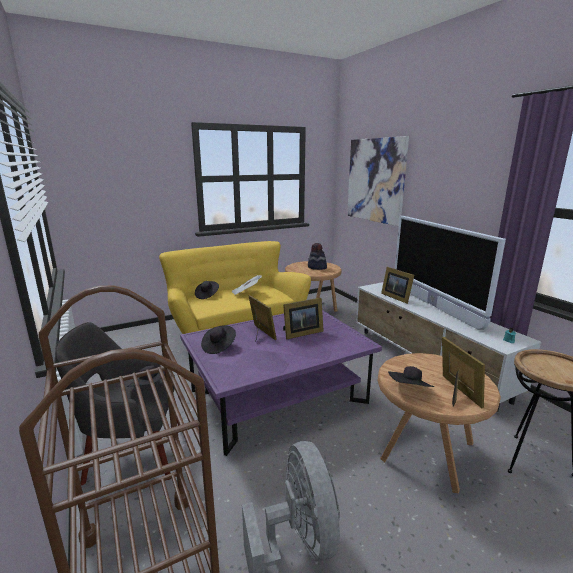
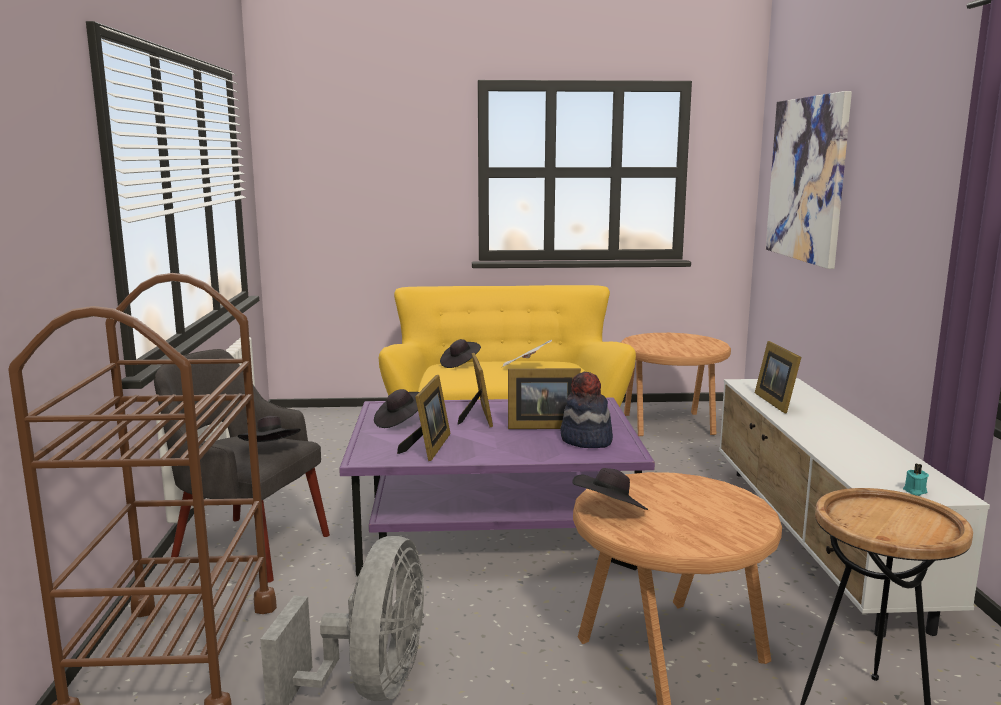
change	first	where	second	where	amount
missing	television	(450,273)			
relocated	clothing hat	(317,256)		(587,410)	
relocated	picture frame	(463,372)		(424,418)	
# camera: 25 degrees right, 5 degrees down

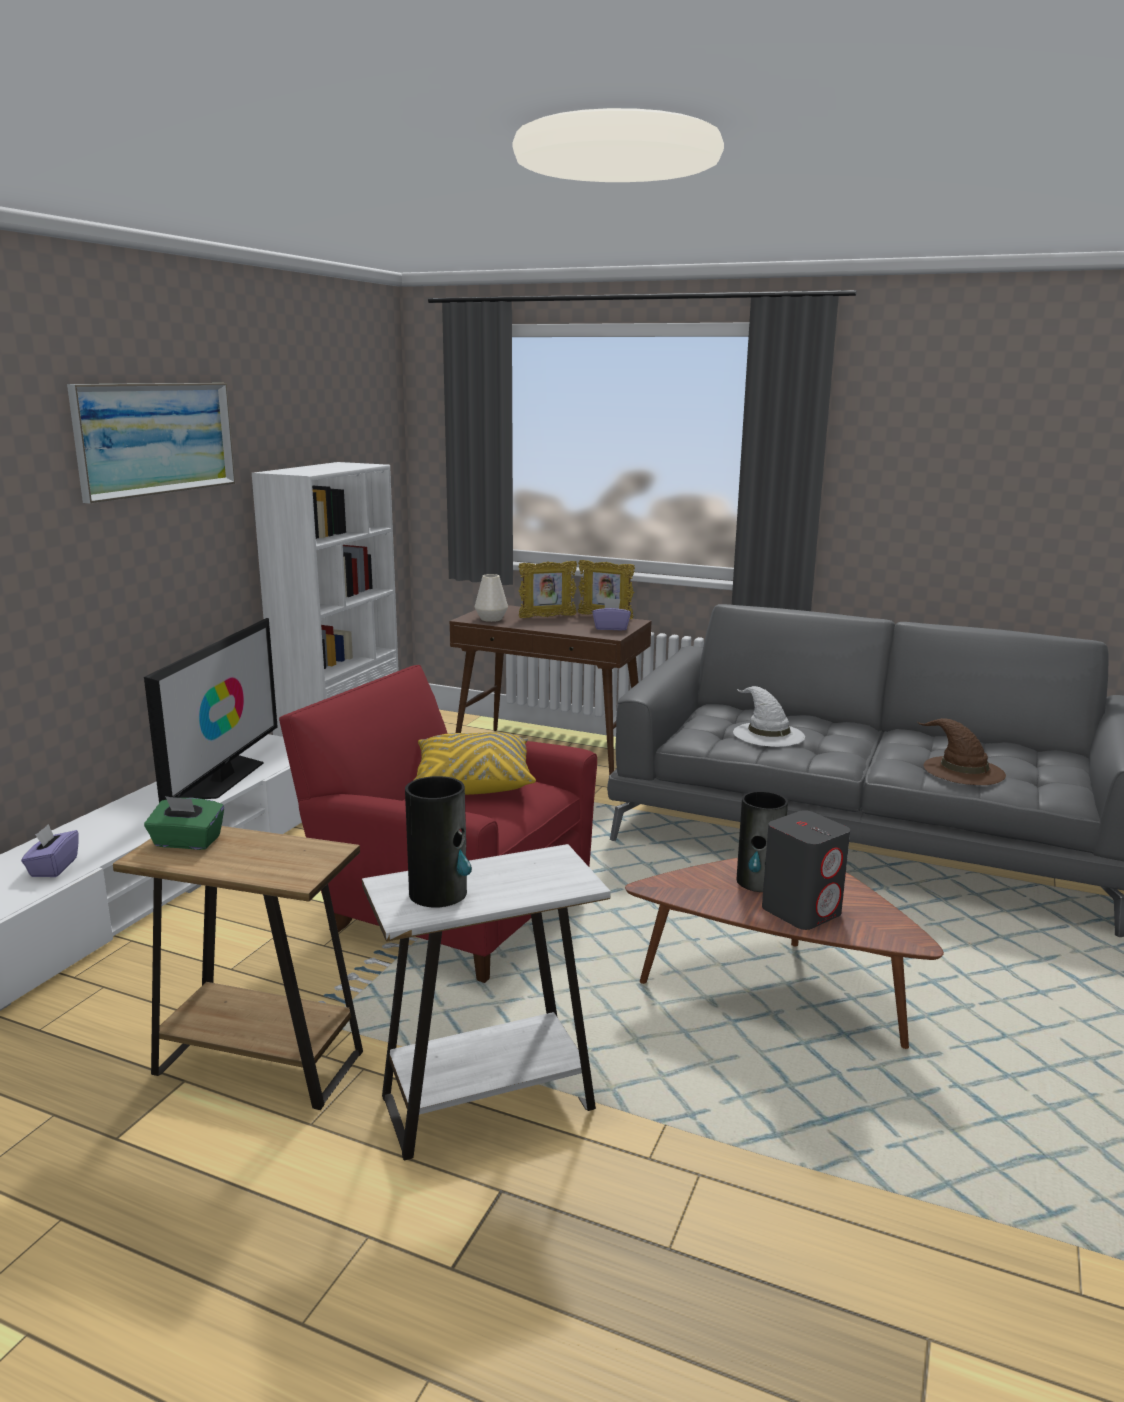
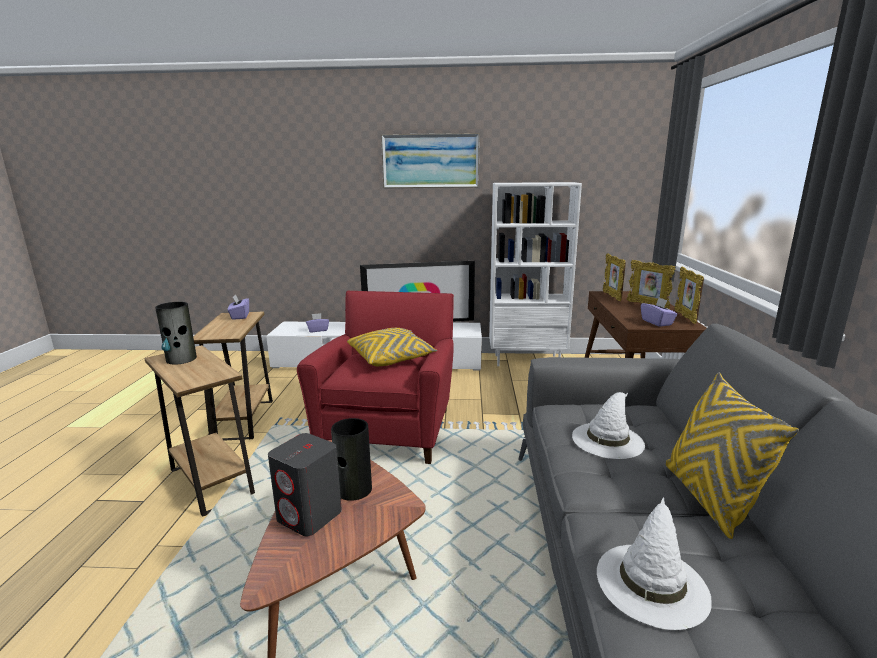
change	first	where	second	where	amount
exchanged	decorative vase in whitish	(491,598)	picture frame	(614,277)	
colour	clothing hat in brownish	(961,751)	clothing hat in whitish	(654,563)	
colour	tissue box in green-coloured	(184,823)	tissue box in purplish	(238,307)	
colour	side table in whitish	(486,1002)	side table in brownish	(199,431)	
appeared			throw pillow in yellow-coloured	(732,456)	
# camera: 70 degrees right, 0 degrees up

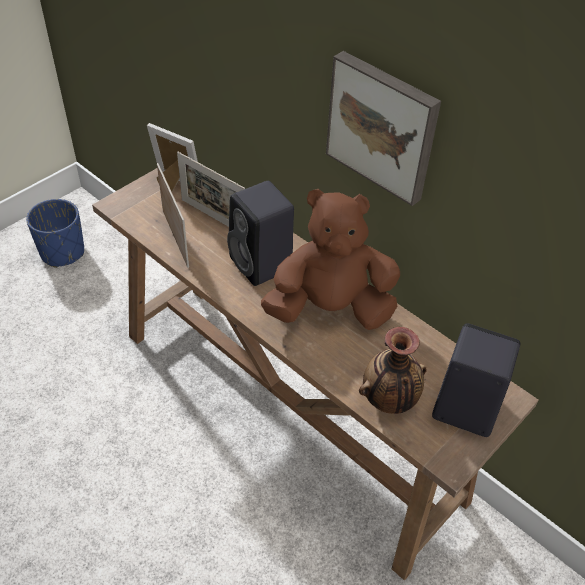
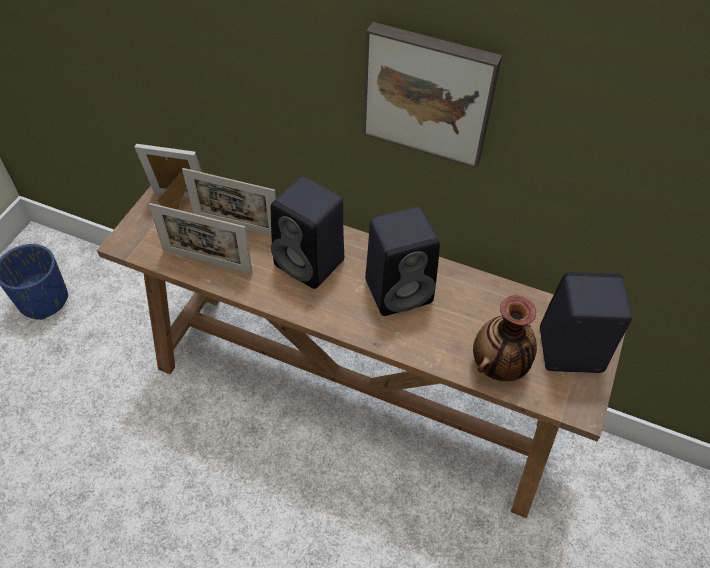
change	first	where	second	where	amount
spun	picture frame	(173,215)		(201,238)	150 degrees clockwise
exchanged	plush toy in brownish	(330,259)	speaker in blackish	(402,261)	
# camera: 20 degrees left, 5 degrees up

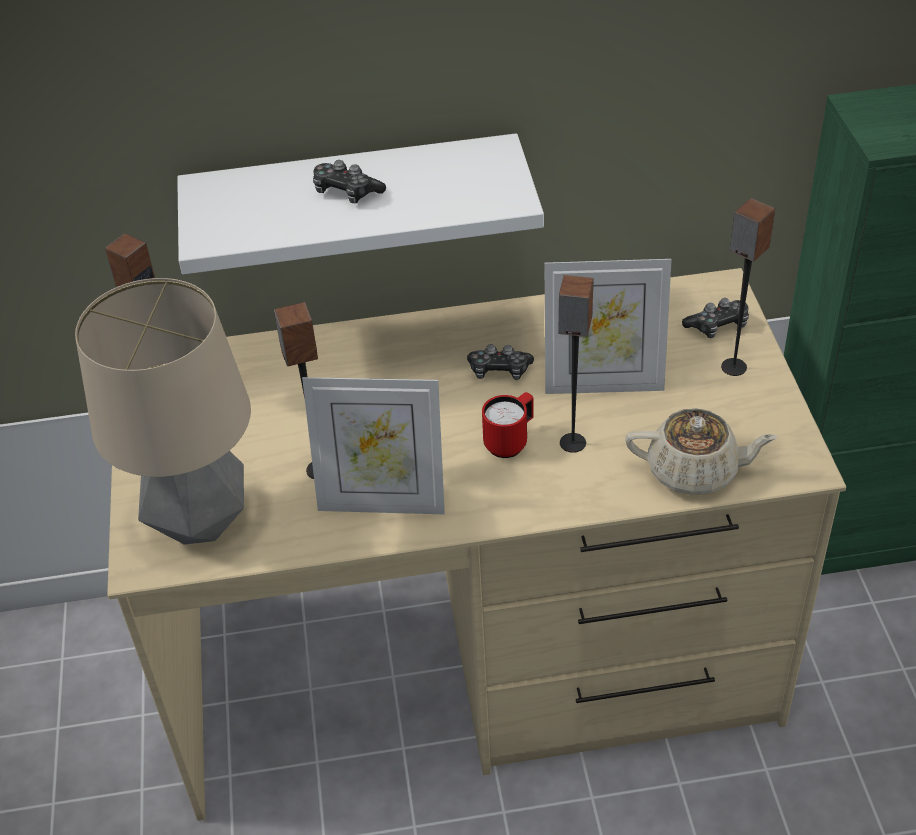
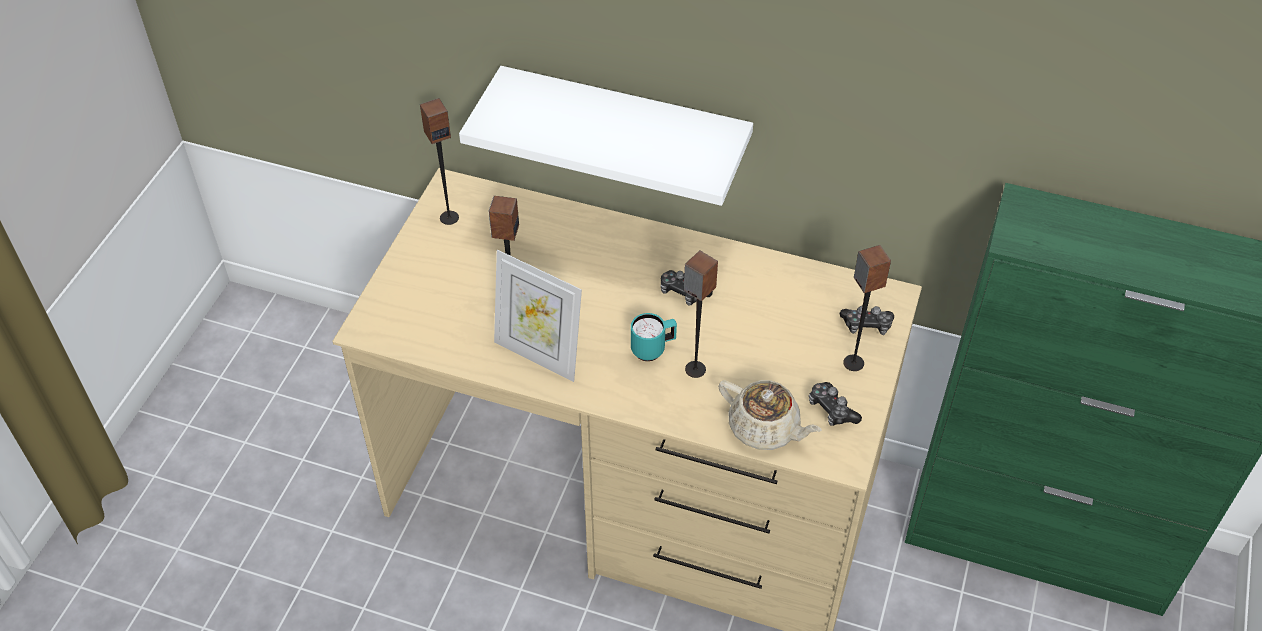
change	first	where	second	where	amount
relocated	game controller	(349,181)		(835,404)	
missing	picture frame	(608,326)			
missing	tabletop lamp	(163,411)			
colour	coffee mug in reddish	(508,425)	coffee mug in blue-green	(654,337)	
# camera: 25 degrees right, 5 degrees up

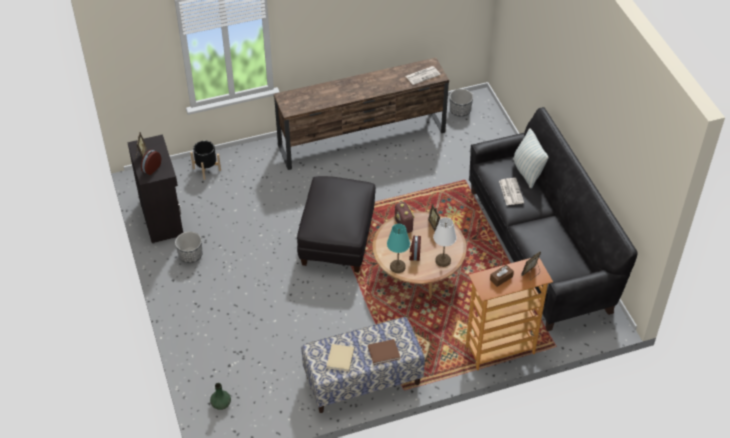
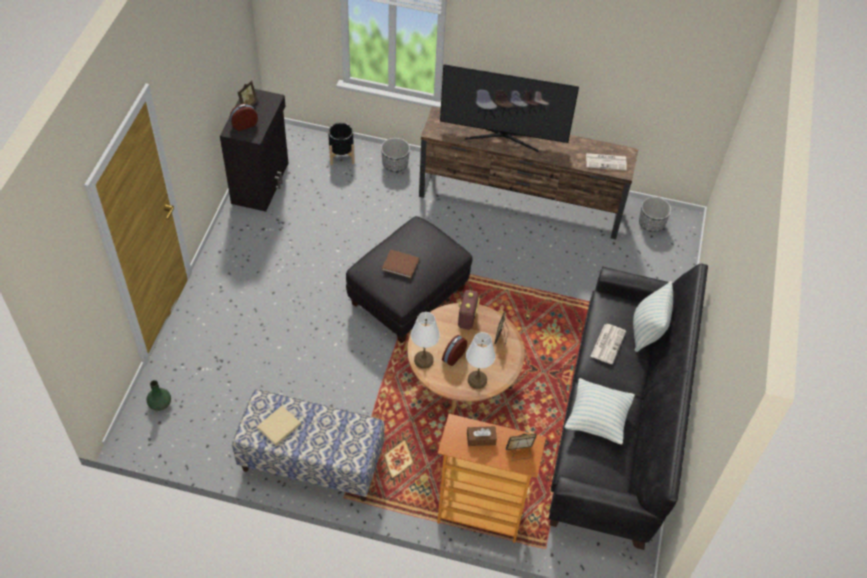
change	first	where	second	where	amount
colour	tabletop lamp in blue-green	(398,248)	tabletop lamp in whitish	(425,340)	
relocated	plant pot	(188,247)		(395,155)	
relocated	book in brownish	(384,352)		(400,263)	
appeared			television	(509,108)	
appeared			throw pillow	(600,411)	
# camera: 30 degrees right, 5 degrees up

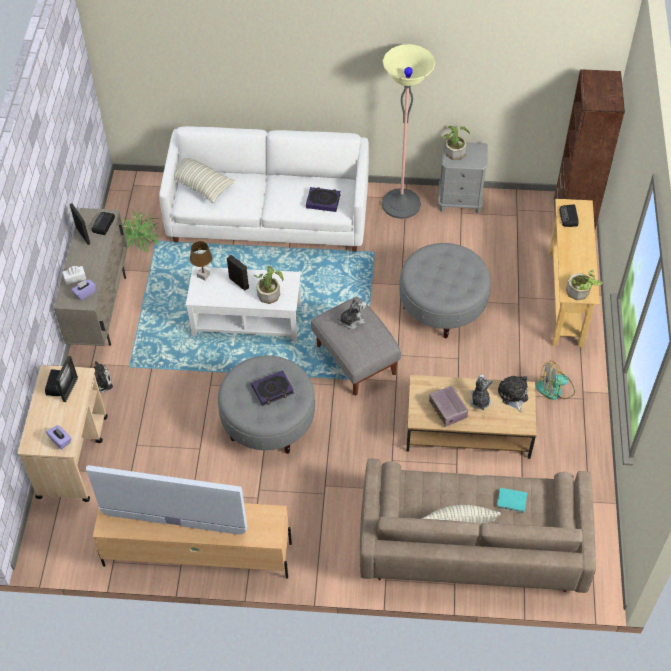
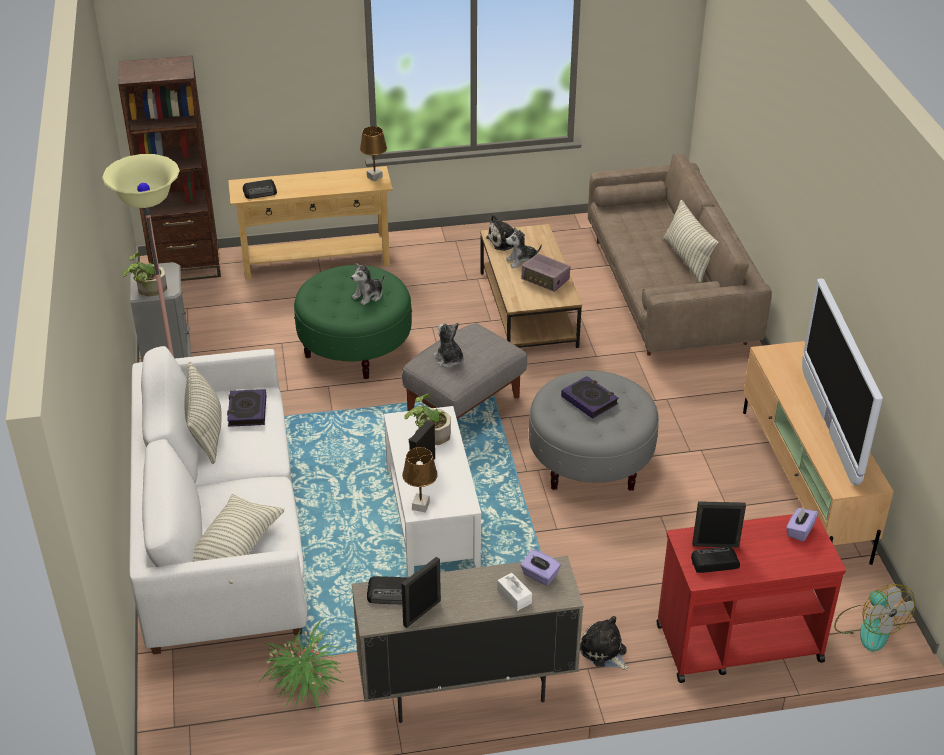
change	first	where	second	where	amount
colour	pouffe in gray	(445,290)	pouffe in green-coloured	(353,322)	
exchanged	houseplant	(584,284)	tabletop lamp in brownish	(373,153)	
relocated	cooling fan	(555,380)		(874,617)	
colour	wheeled cart in beige	(63,433)	wheeled cart in reddish	(751,598)	
spun	radio	(448,406)		(546,273)	75 degrees clockwise
missing	book in blue-green	(512,500)			
appeared			plush toy	(368,283)	
appeared			throw pillow	(203,413)	
# camera: 105 degrees left, 15 degrees down

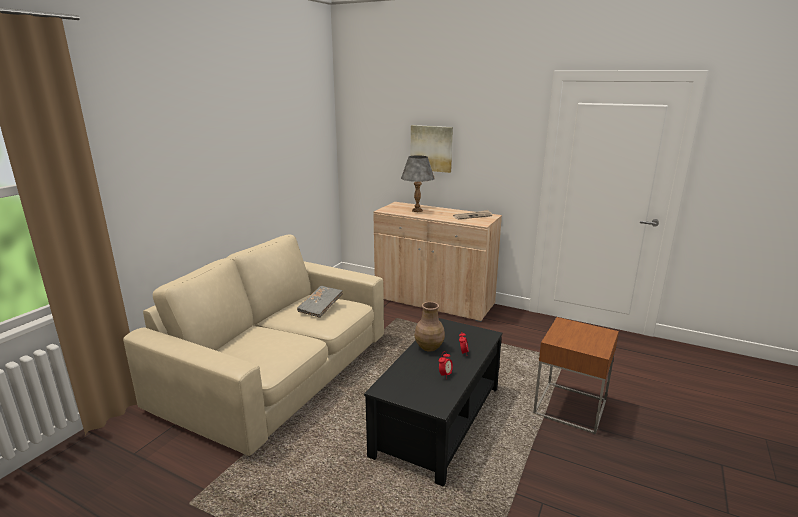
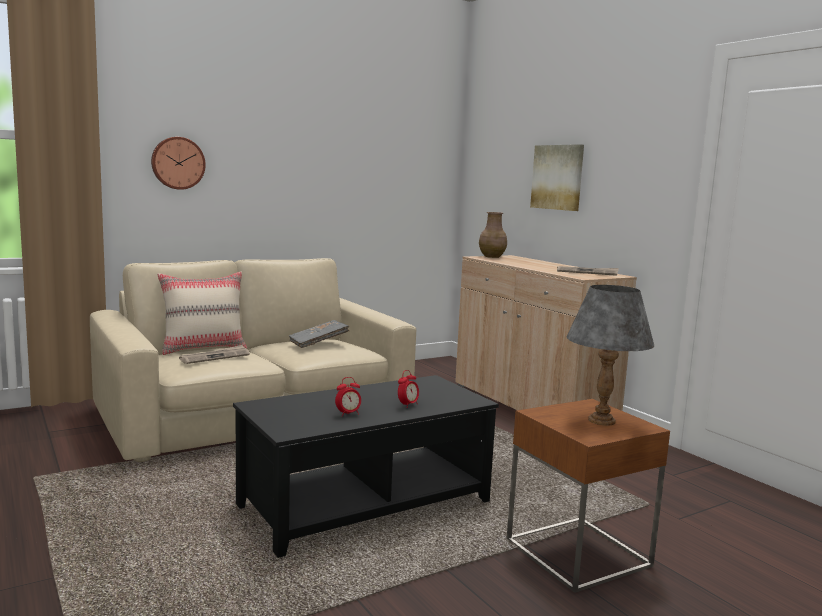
change	first	where	second	where	amount
relocated	tabletop lamp in gray	(418,183)		(610,355)	
relocated	decorative vase in brownish	(430,327)		(493,235)	
appeared			hanging clock	(178,163)	
appeared			throw pillow in beige	(202,313)	
appeared			daily paper	(214,354)	
# camera: 30 degrees right, 10 degrees down

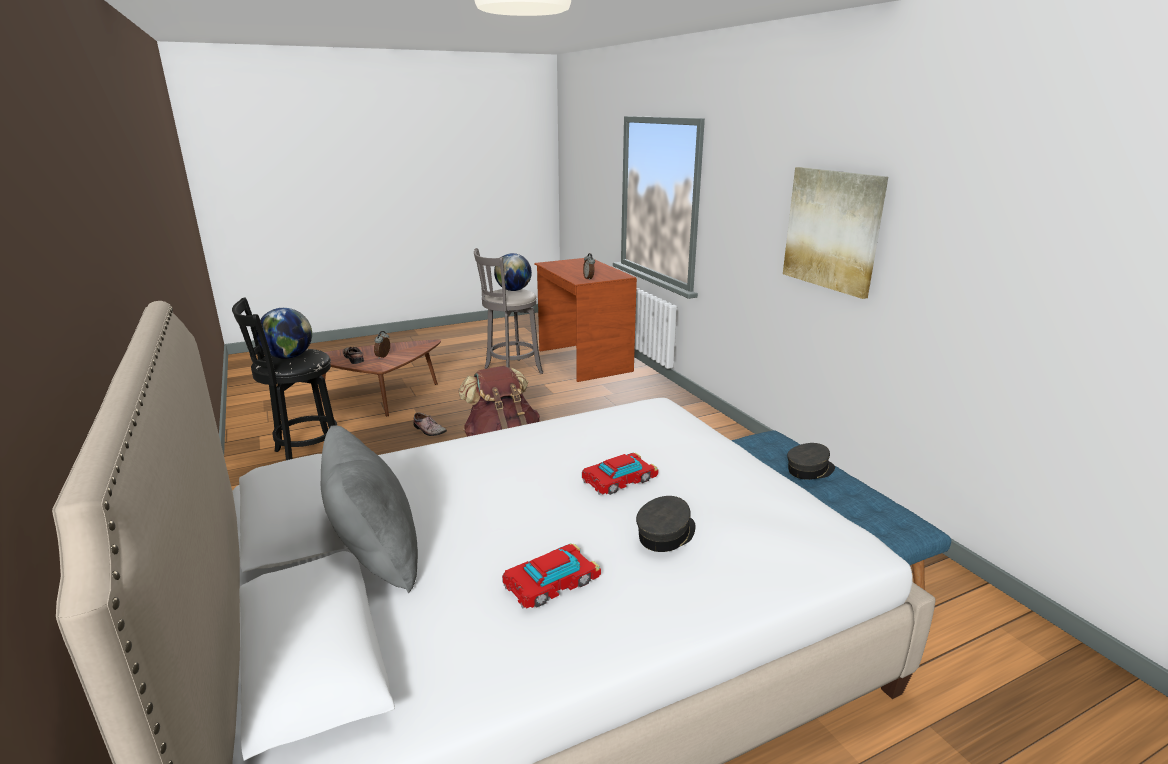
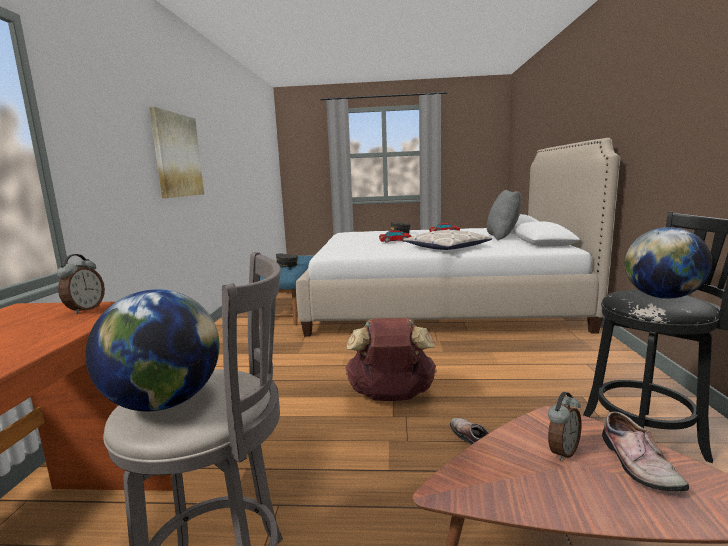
change	first	where	second	where	amount
appeared			throw pillow	(447,239)	
# camera: 150 degrees left, 10 degrees down

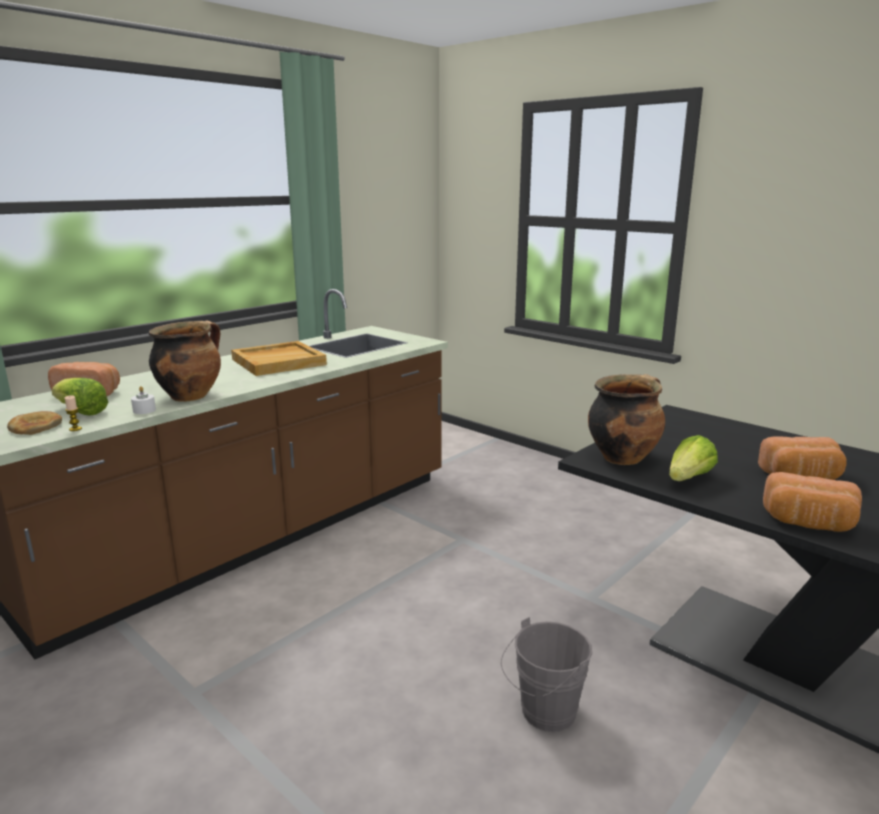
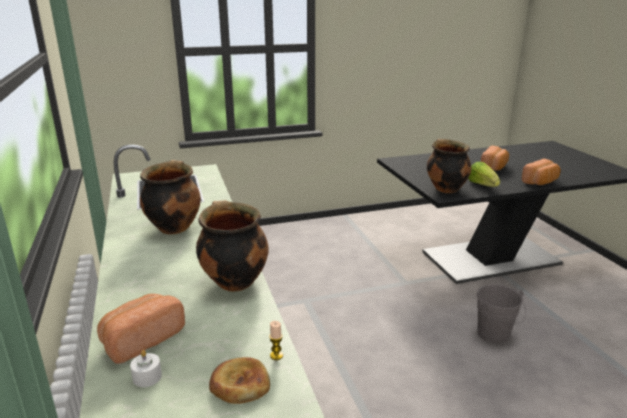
change	first	where	second	where	amount
exchanged	carrying tray in beige	(279,358)	saucepot	(170,197)	
missing	lettuce head	(79,397)			
relocated	candle in whitish	(143,400)		(146,368)	
# camera: 60 degrees left, 5 degrees up

